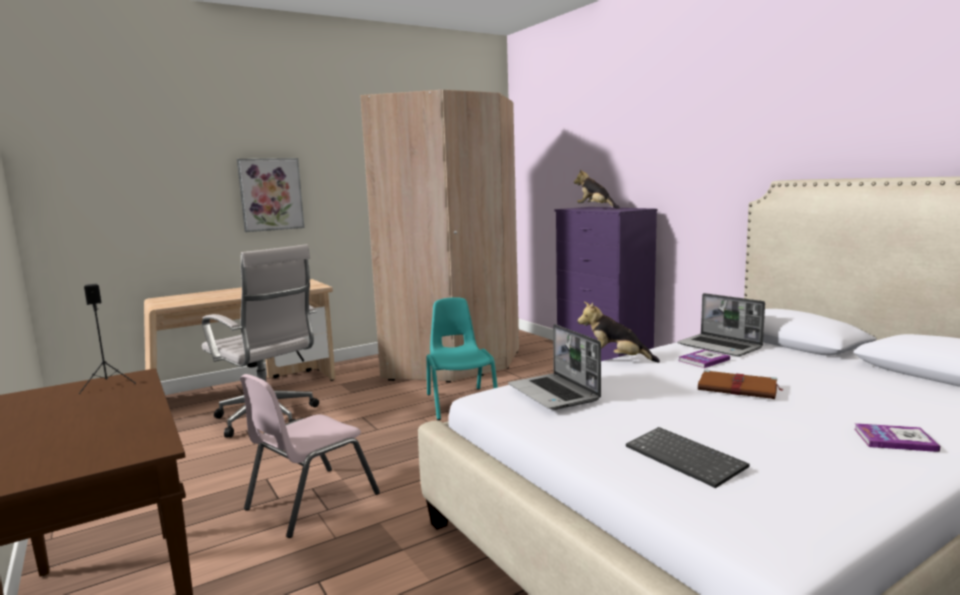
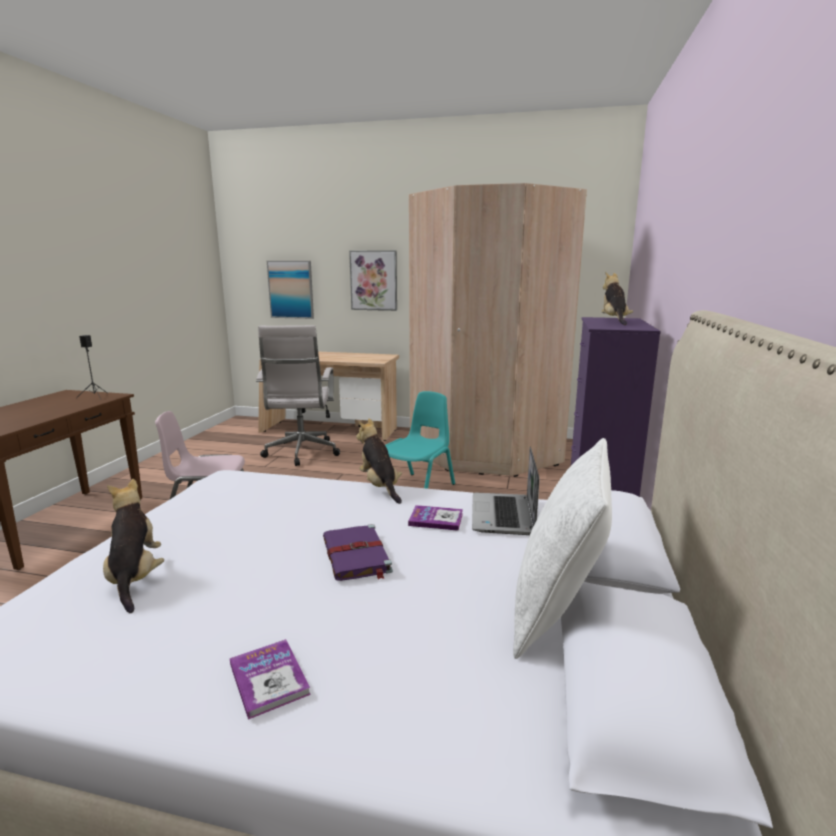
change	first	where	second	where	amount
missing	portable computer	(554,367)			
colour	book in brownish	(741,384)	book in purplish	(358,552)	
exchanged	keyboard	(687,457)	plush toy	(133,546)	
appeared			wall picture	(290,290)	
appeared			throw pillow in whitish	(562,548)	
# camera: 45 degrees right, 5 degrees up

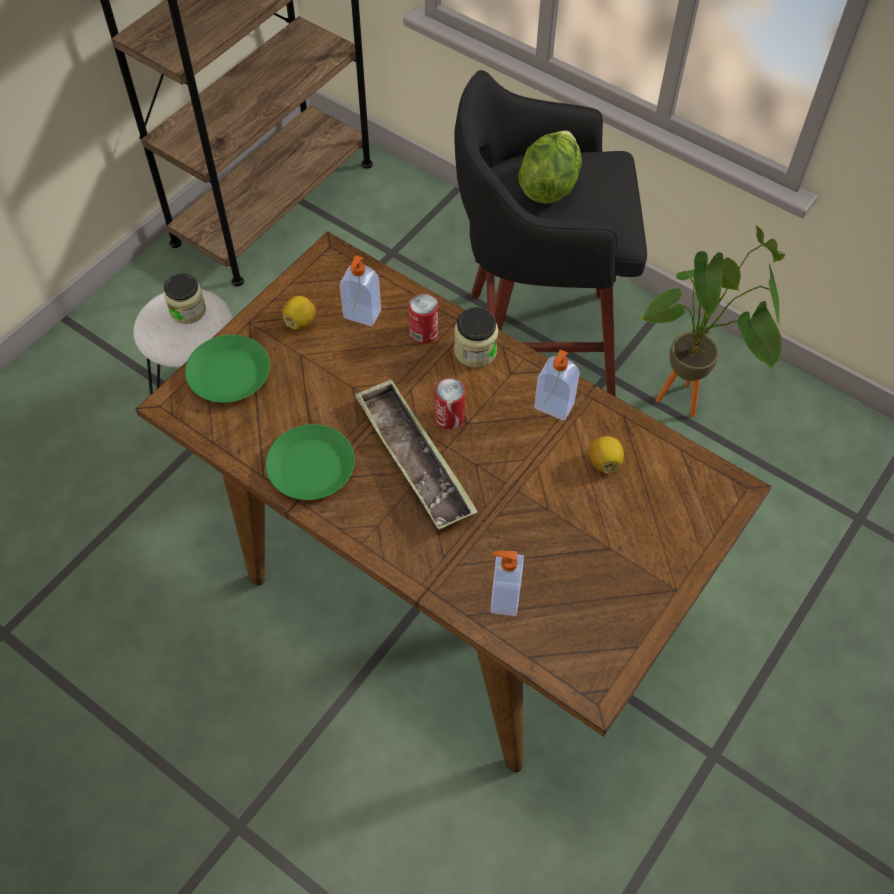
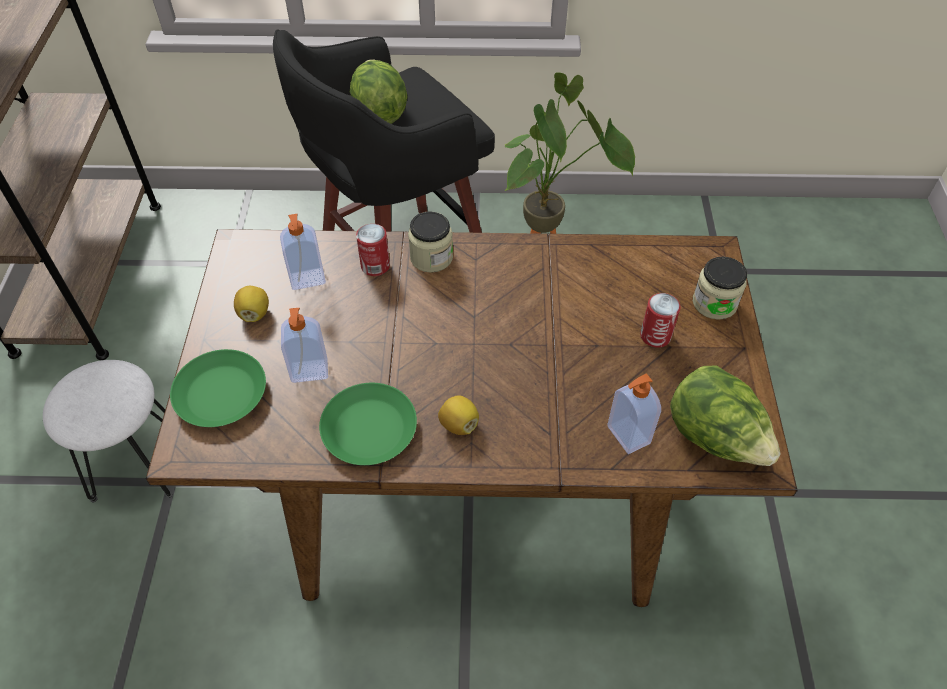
change	first	where	second	where	amount
relocated	preserve jar	(185,299)		(720,288)	
relocated	soap dispenser	(557,385)		(304,345)	
relocated	sealed can	(450,403)		(660,320)	
missing	carrying tray	(416,454)			
relocated	citrus fruit	(606,454)		(458,415)	
appeared			lettuce head	(725,415)	
# camera: 35 degrees left, 5 degrees down

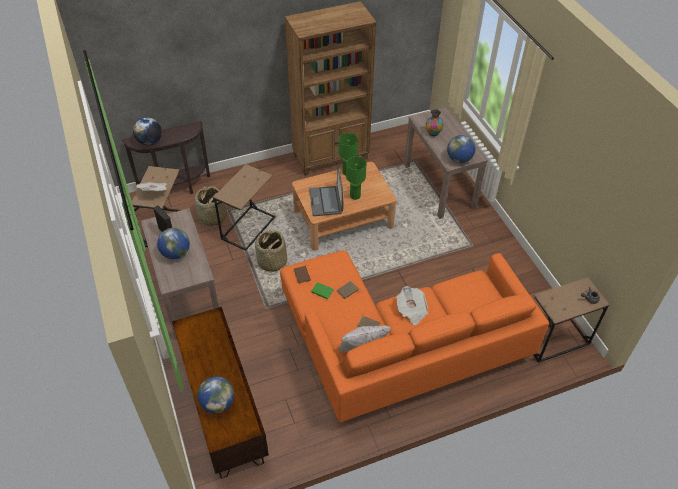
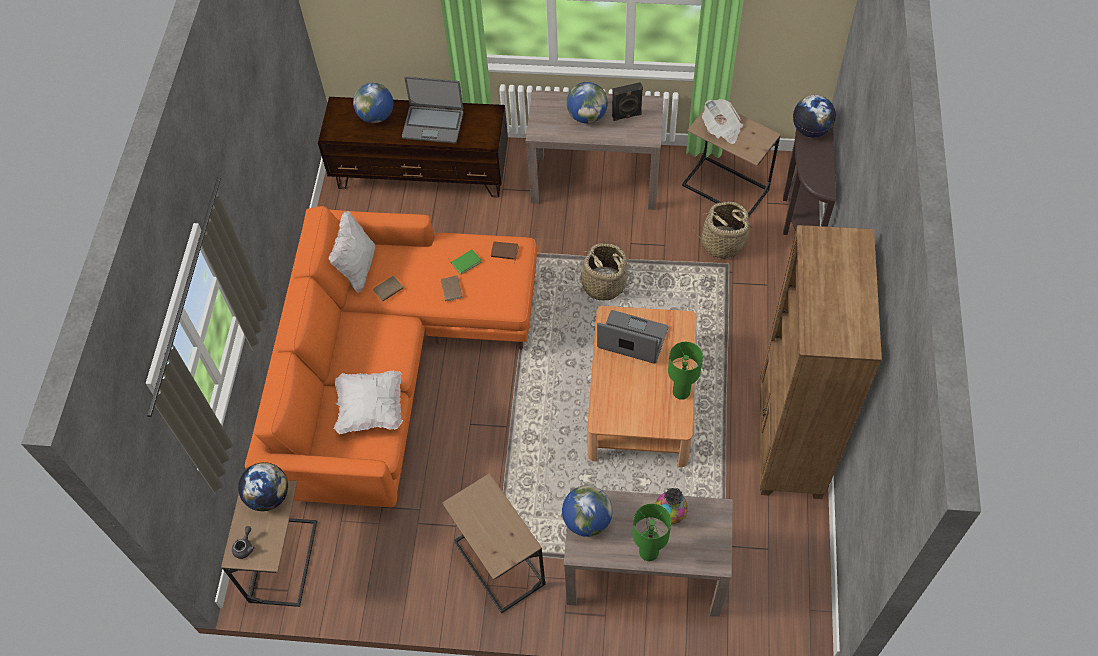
change	first	where	second	where	amount
relocated	tabletop lamp in green-coloured	(356,178)		(651,532)	
relocated	side table in brownish	(244,207)		(494,543)	
missing	daily paper	(412,305)			
appeared			portable computer	(432,109)	
appeared			throw pillow in whitish	(368,402)	
appeared			world globe	(263,486)	
# camera: 120 degrees right, 10 degrees up

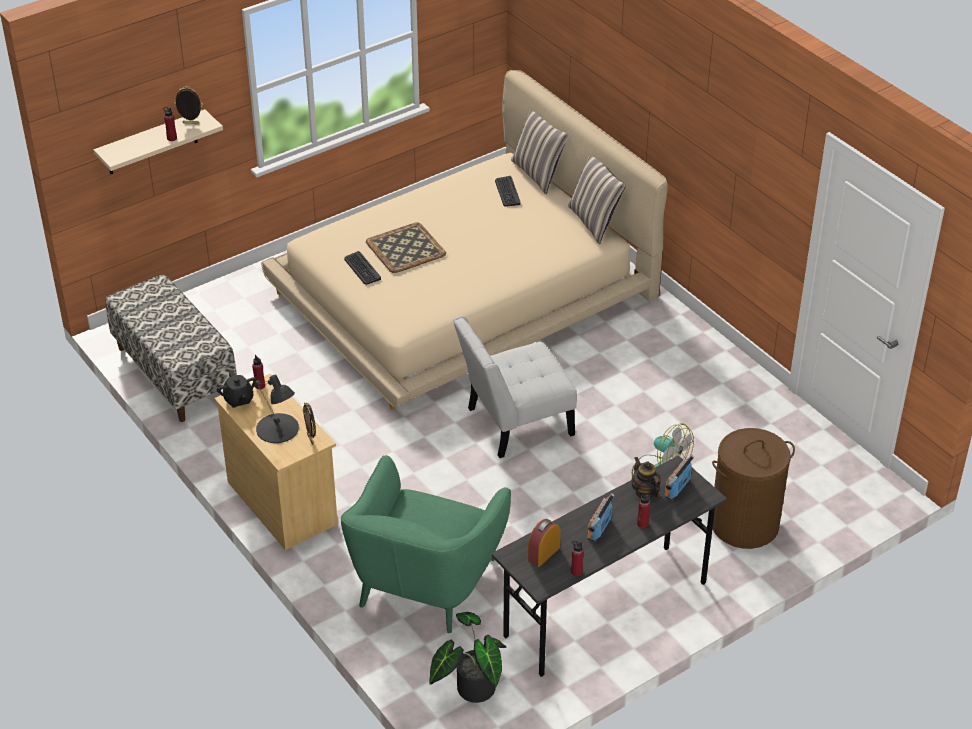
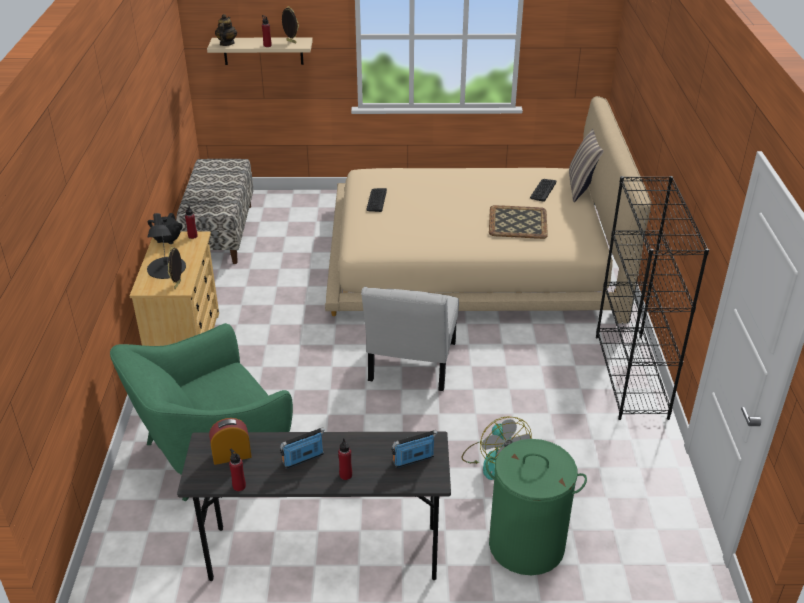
change	first	where	second	where	amount
missing	throw pillow	(597,200)			
relocated	carrying tray	(406,247)		(518,222)	
spun	plain chair in whitish	(515,387)		(410,339)	90 degrees counterclockwise
colour	hamper in brownish	(753,488)	hamper in green-coloured	(536,507)	
relocated	teapot	(646,478)		(226,30)	
missing	houseplant	(467,657)			
appeared			shelving unit in blackish	(652,298)	
# camera: 35 degrees right, 5 degrees down

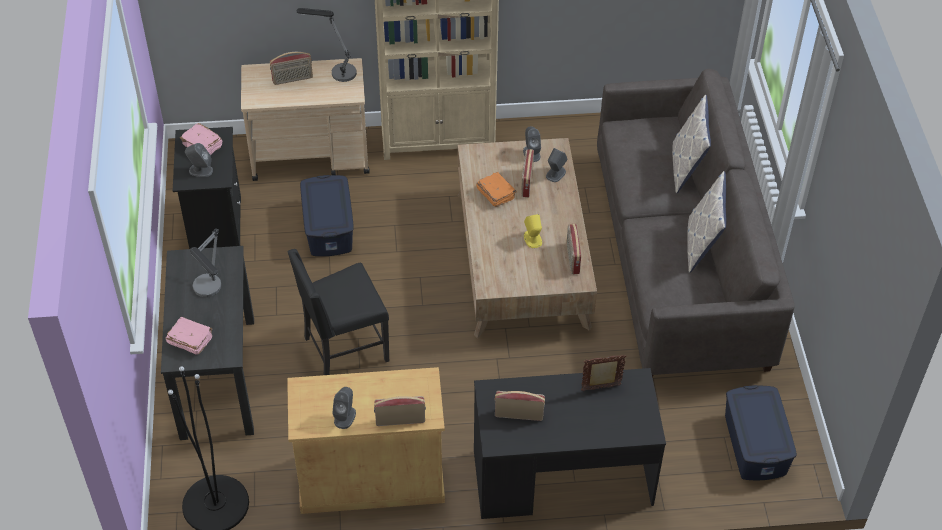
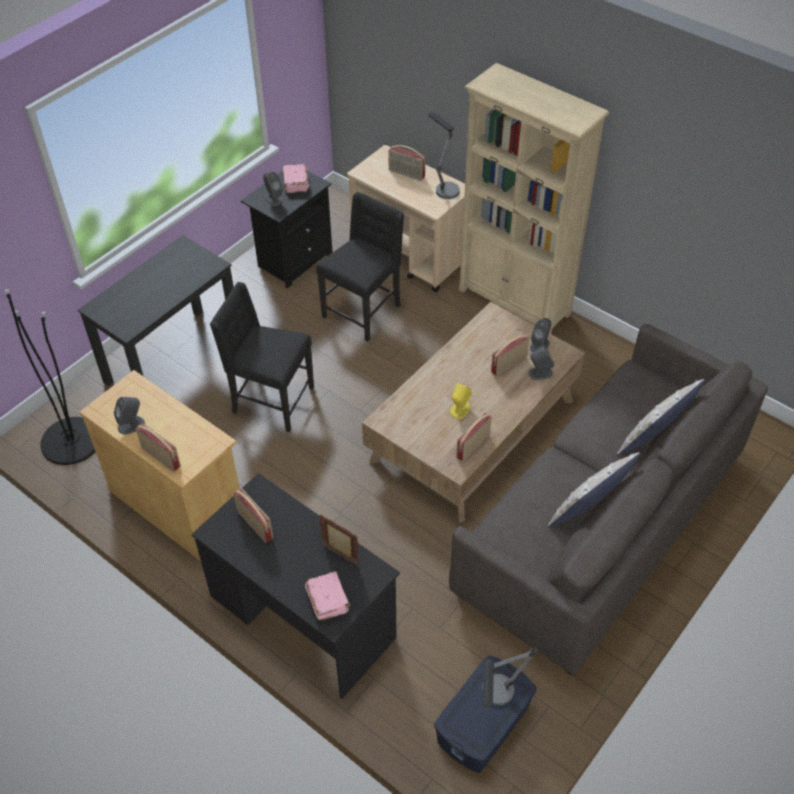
change	first	where	second	where	amount
missing	book in orangey	(496,189)			
exchanged	storage bin in blue-coloured	(327,215)	plain chair in blackish	(360,267)	
relocated	tabletop lamp	(205,263)		(510,678)	
relocated	book in pink-coloured	(189,336)		(327,595)	
# camera: 45 degrees right, 0 degrees up

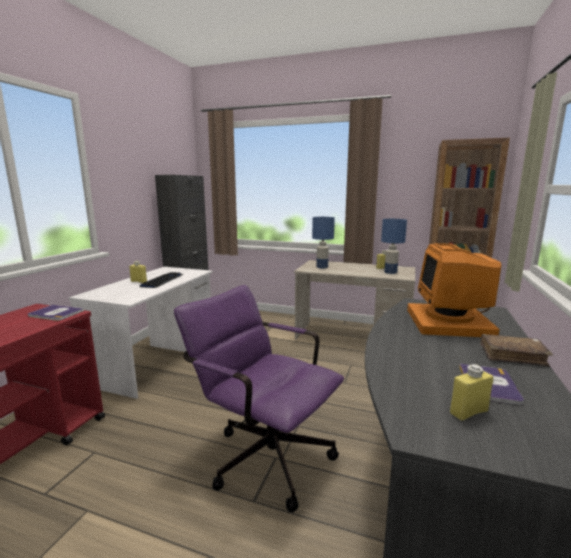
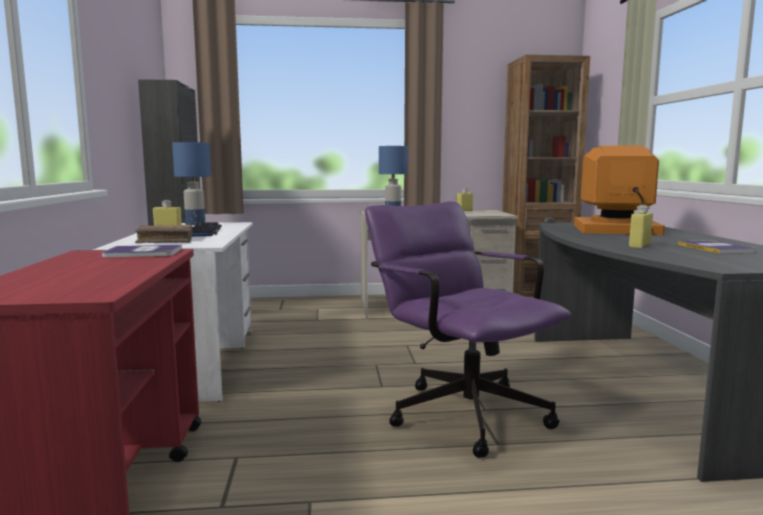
change	first	where	second	where	amount
relocated	tabletop lamp in blue-coloured	(394,246)		(191,183)	
spun	monitor	(454,290)		(619,190)	120 degrees clockwise
spun	computer chair in purplish	(259,399)		(468,330)	45 degrees clockwise
relocated	book in brownish	(516,350)		(164,234)	
relocated	bottle in yellow-coloured	(471,392)		(641,226)	
# camera: 25 degrees left, 5 degrees down

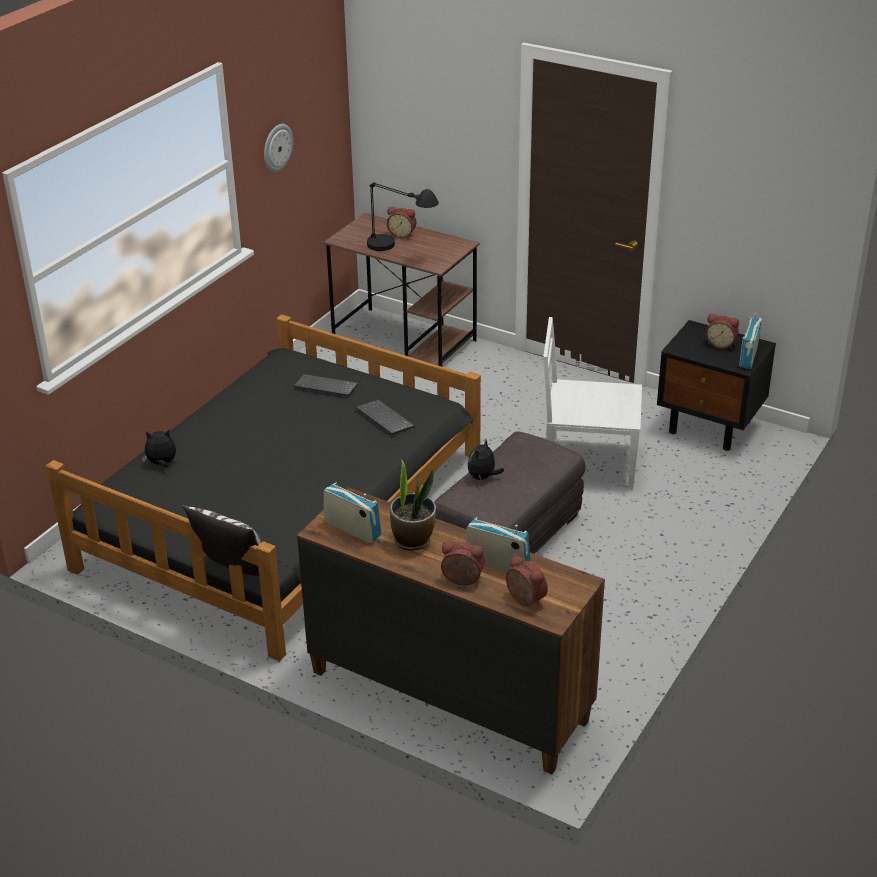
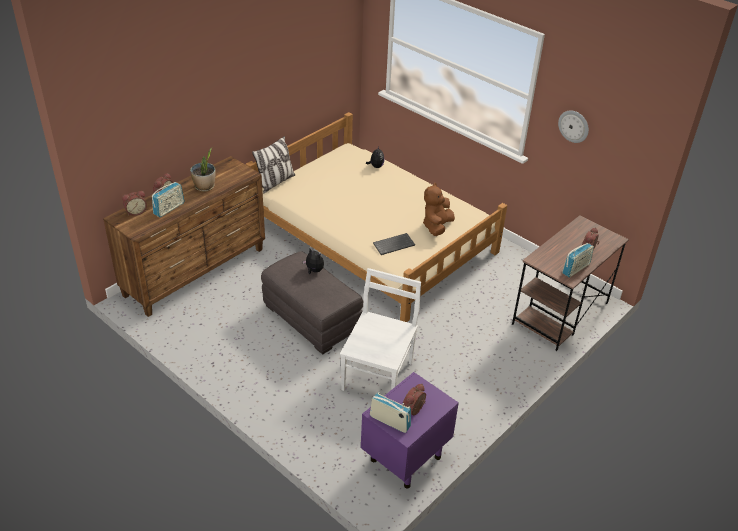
change	first	where	second	where	amount
missing	tabletop lamp in blackish	(403,216)			
colour	bedroom bed in blackish	(263,488)	bedroom bed in beige	(376,217)	
colour	night table in blackish	(716,385)	night table in purplish	(410,430)	
exchanged	keyboard	(326,385)	plush toy in brownish	(439,209)	
relocated	radio	(352,512)		(578,260)	
# camera: 100 degrees right, 5 degrees up

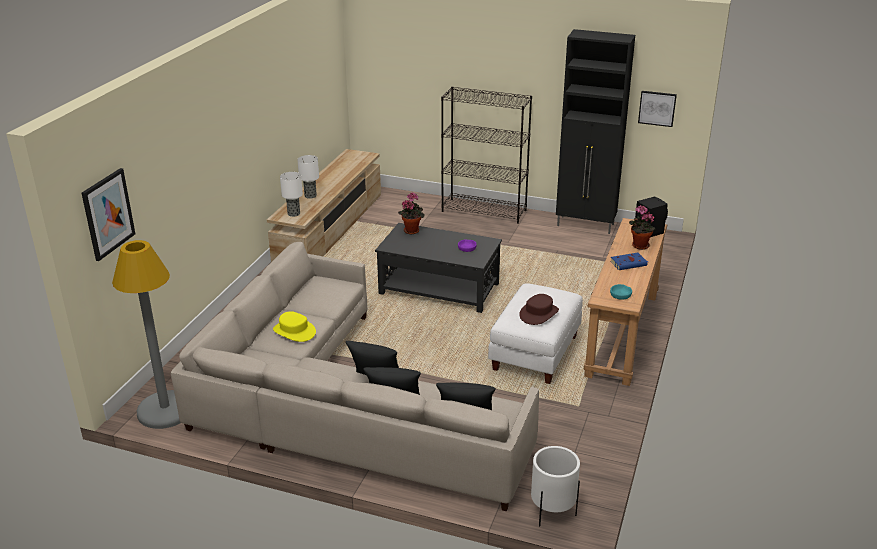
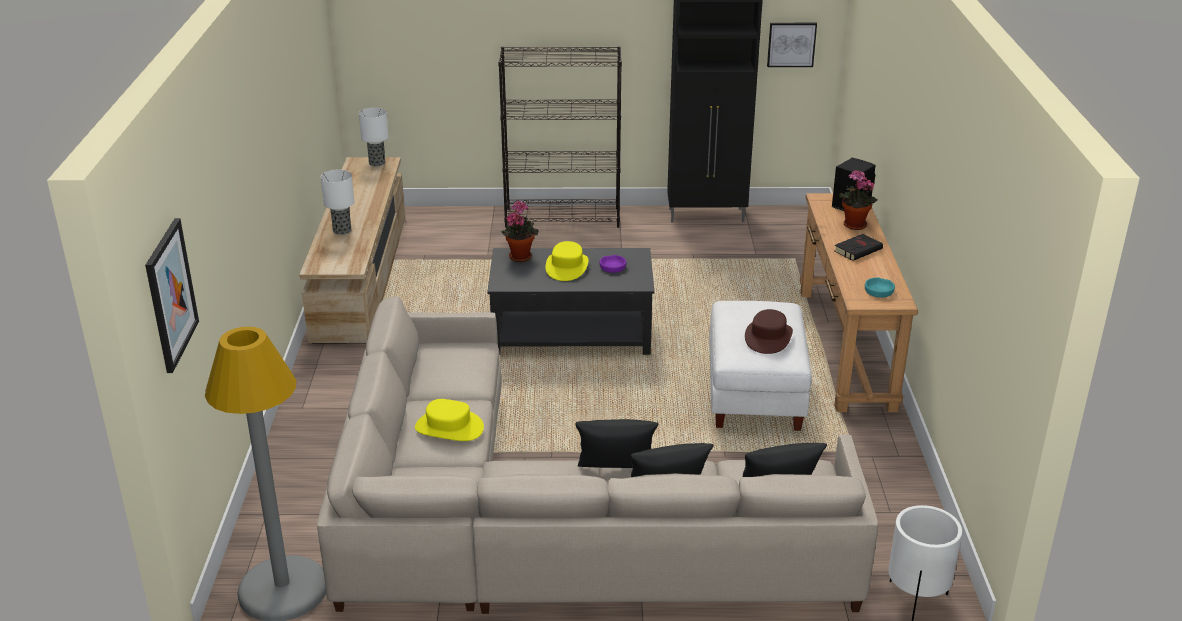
change	first	where	second	where	amount
relocated	tabletop lamp	(291,194)		(374,137)	
colour	book in blue-coloured	(629,261)	book in blackish	(858,247)	
appeared			clothing hat in yellow-coloured	(567,261)	
# camera: 20 degrees left, 0 degrees up

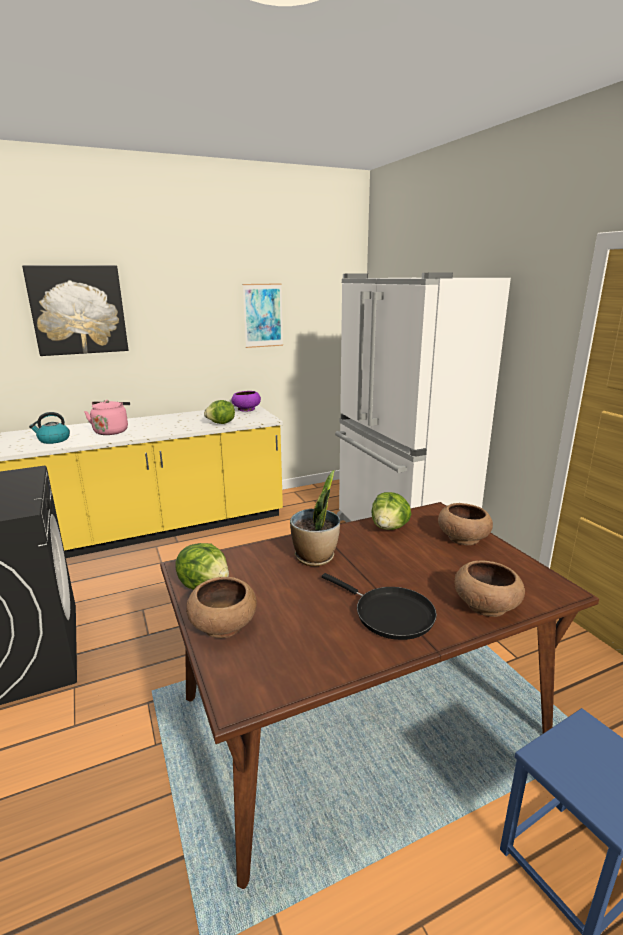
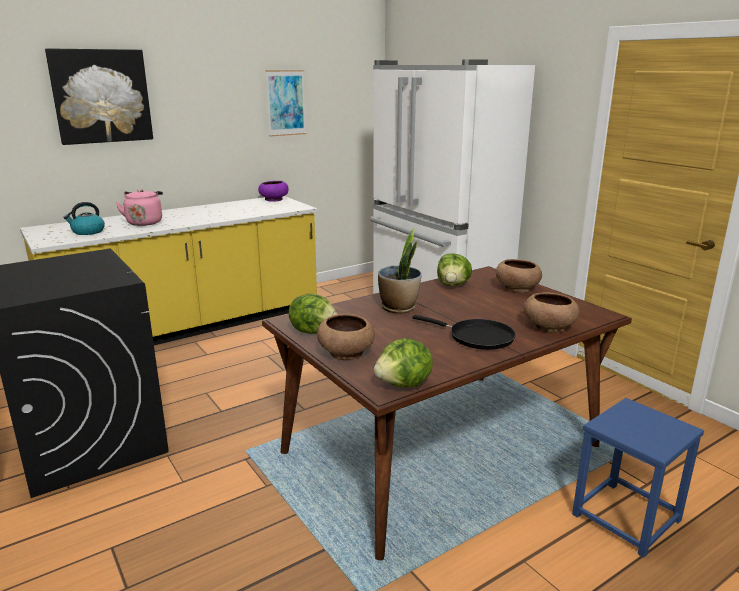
change	first	where	second	where	amount
relocated	lettuce head	(219,412)		(403,362)	
# camera: 10 degrees left, 0 degrees up

